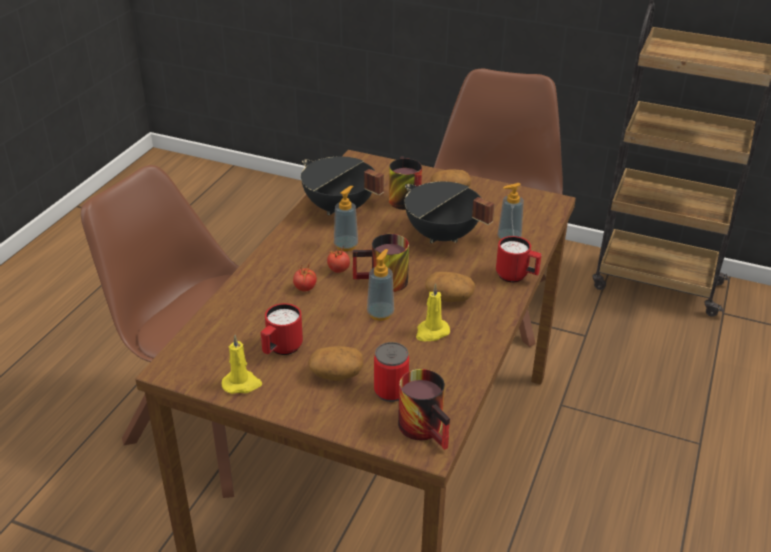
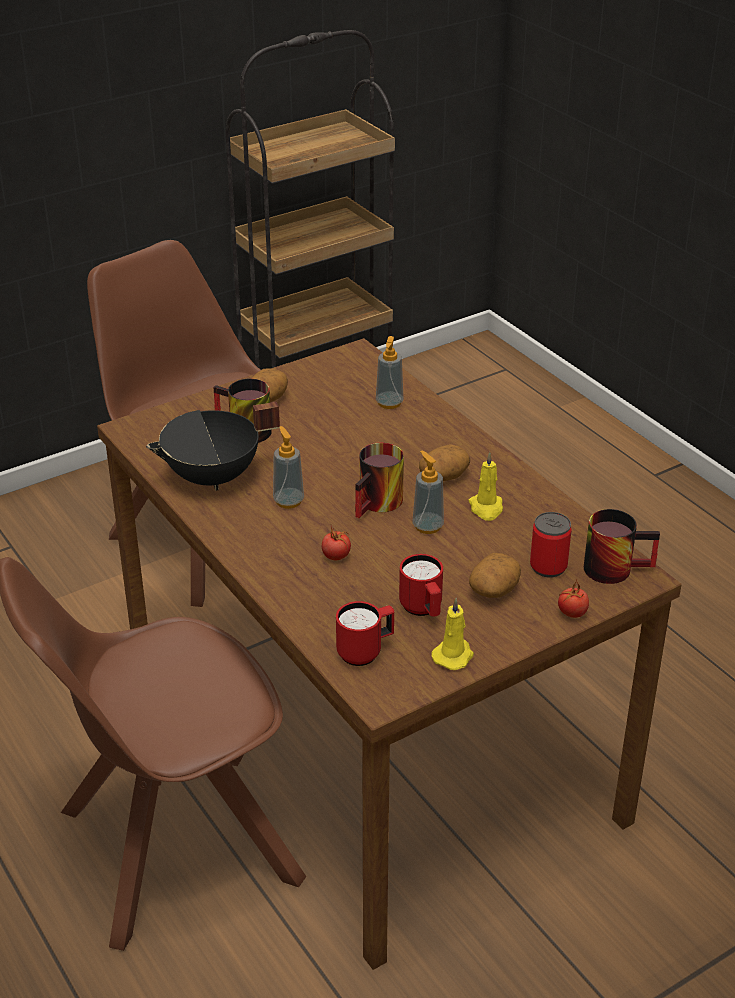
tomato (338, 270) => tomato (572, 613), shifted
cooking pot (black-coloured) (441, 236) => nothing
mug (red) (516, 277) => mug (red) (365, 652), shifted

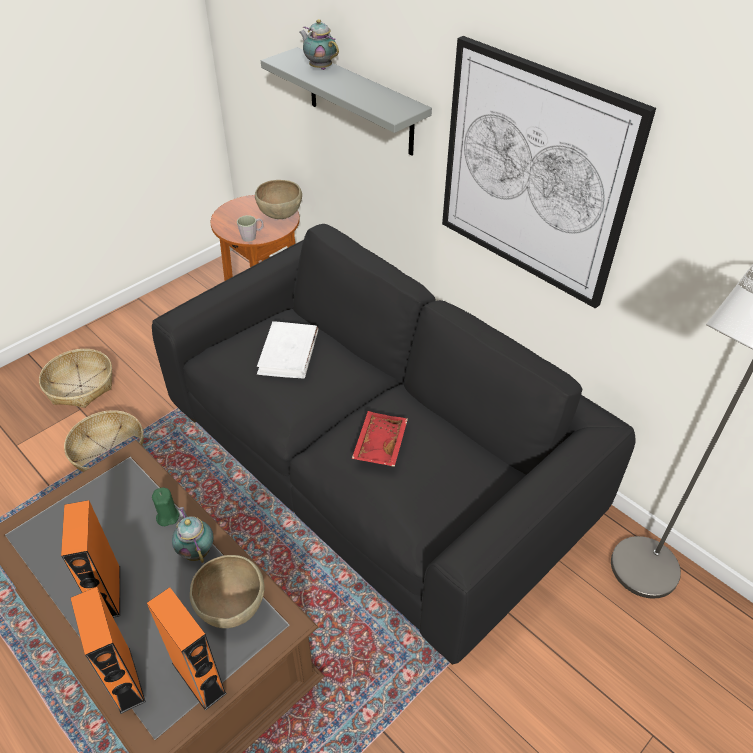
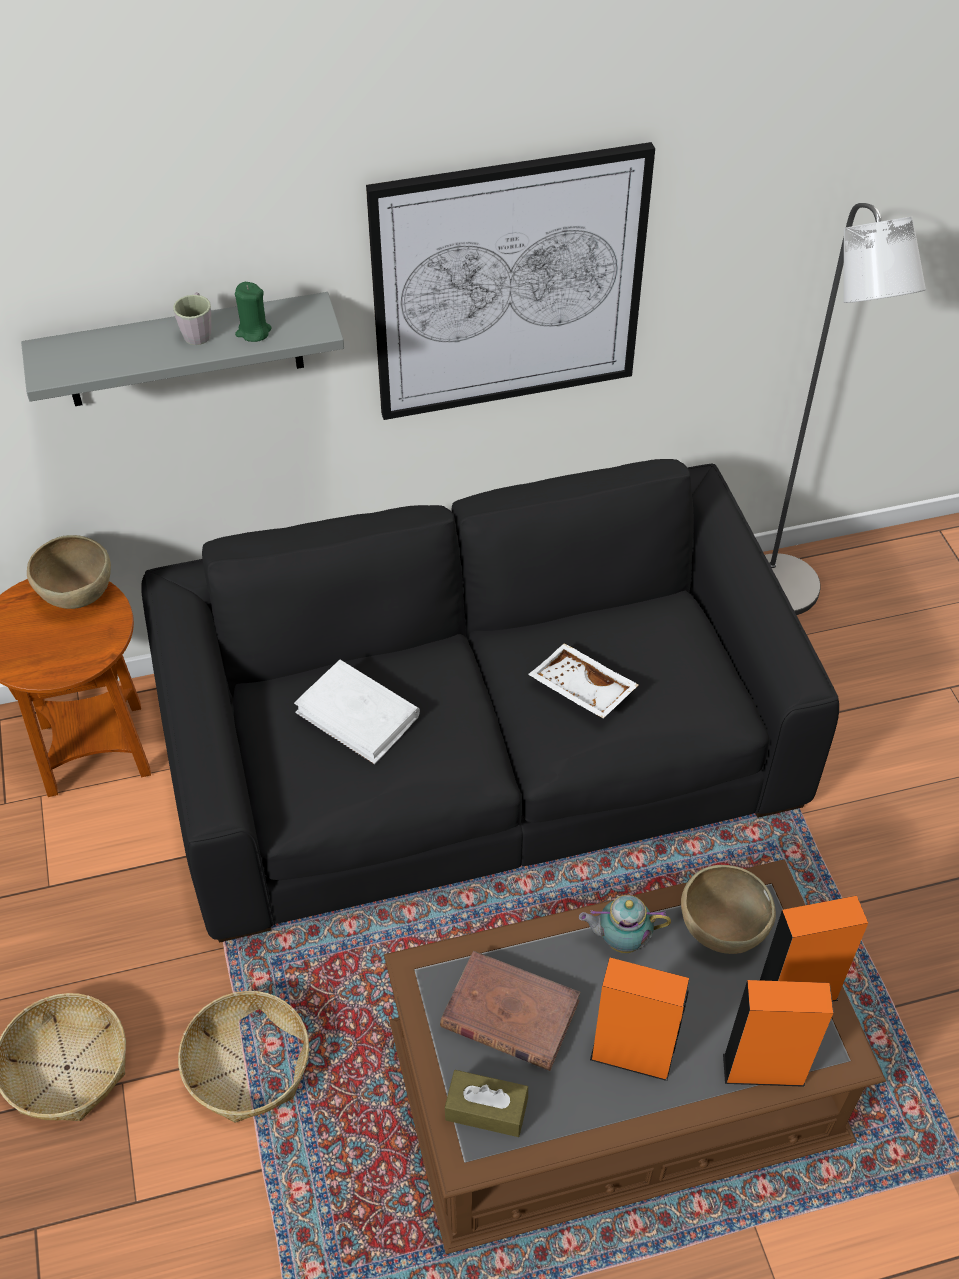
wax candle (green) (167, 516) => wax candle (green) (253, 332), shifted
mug (gray) (252, 236) => mug (gray) (198, 332), shifted
pot for tea (319, 68) => nothing
carrying tray (red) (378, 444) => carrying tray (whitish) (581, 690)
nothing => bound book (brown) (509, 1014)
nothing => box of tissues (brown) (486, 1109)

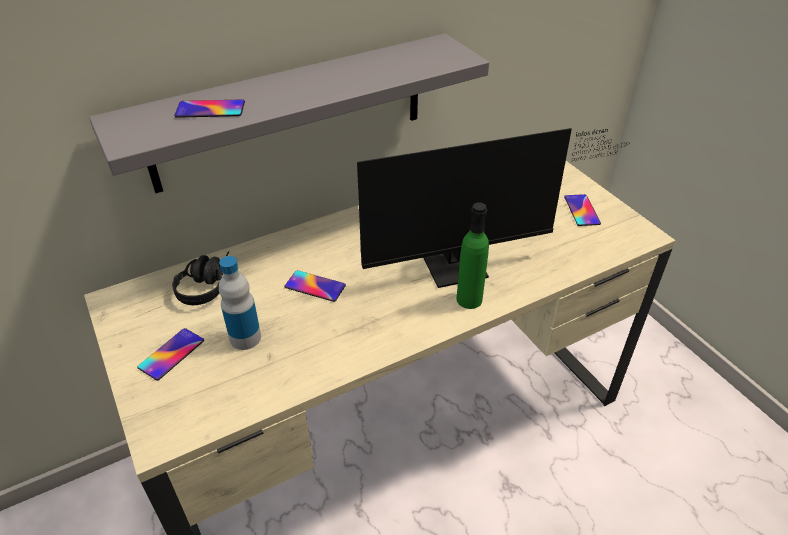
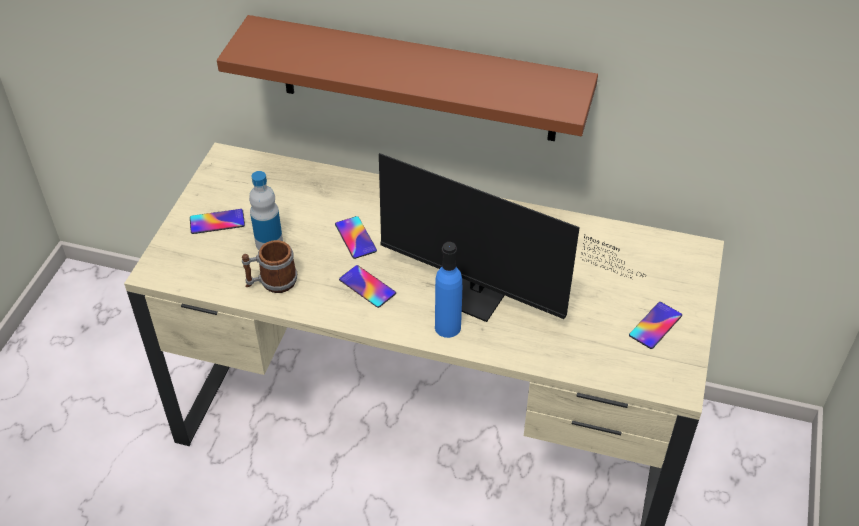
bracket shelf (gray) (290, 113) => bracket shelf (brown) (417, 79)
pair of headphones (black-coloured) (206, 284) => nothing
phone (210, 109) => phone (367, 286), shifted
bottle (green) (469, 299) => bottle (bluish) (447, 327)
nothing => mug (271, 282)

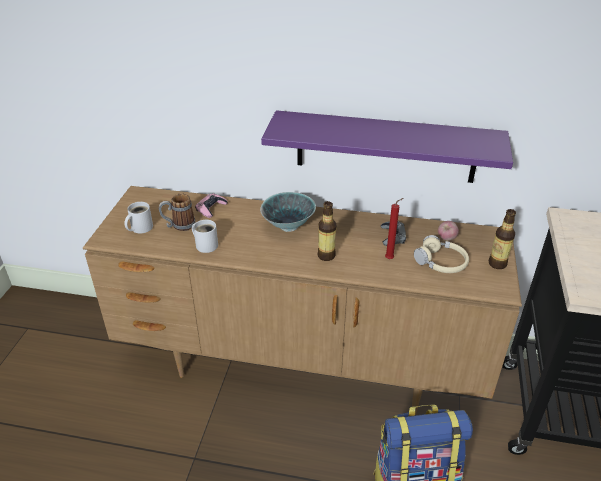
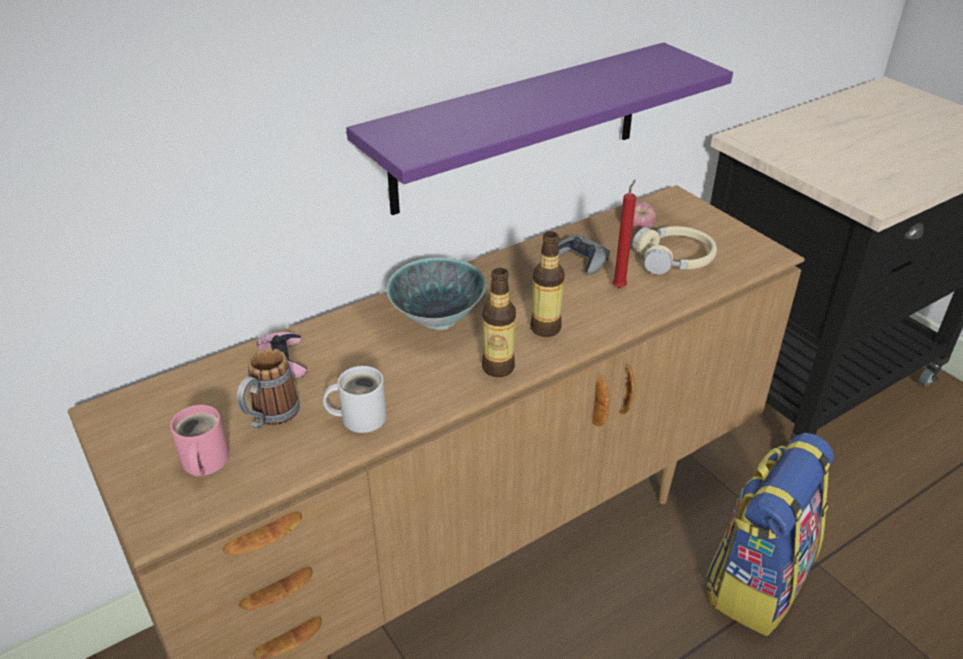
mug (whitish) (140, 228) => mug (pink-coloured) (203, 462)
bottle (497, 264) => bottle (498, 367), shifted

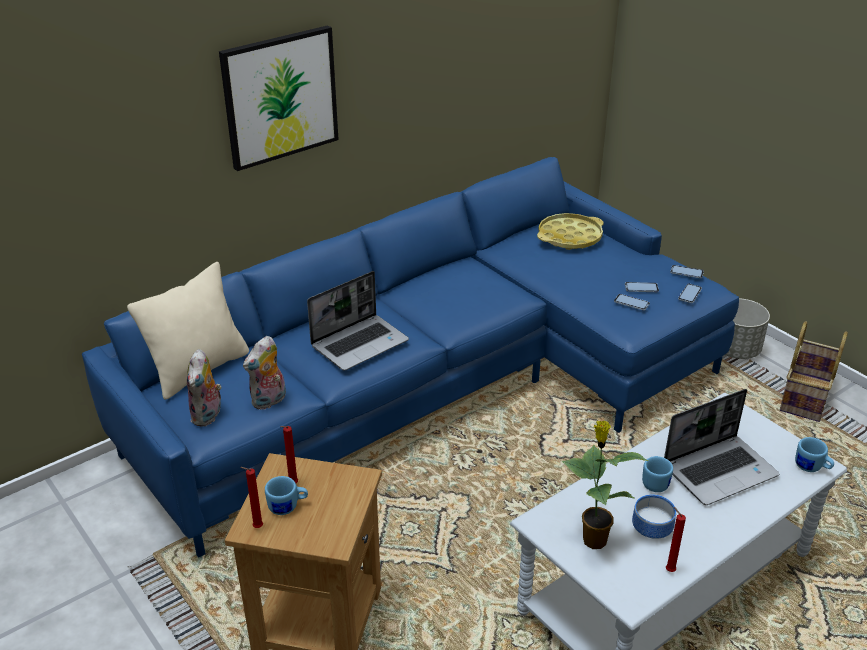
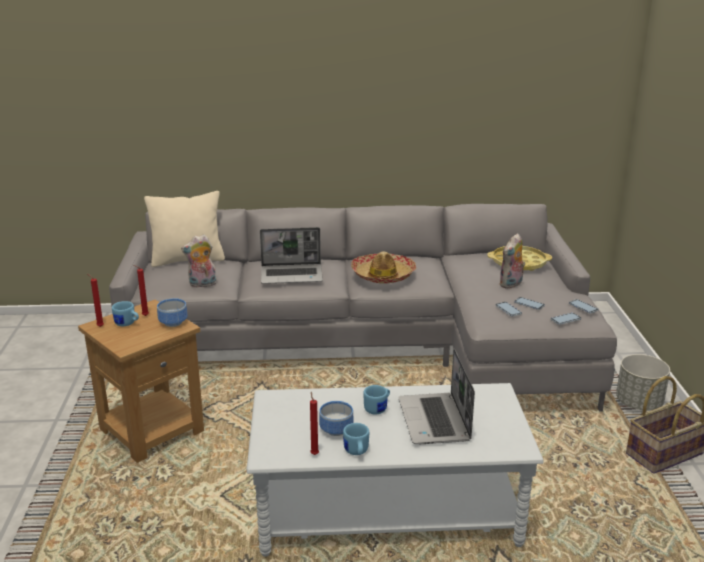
sofa (bluish) (436, 386) => sofa (gray) (373, 345)
soft toy (208, 416) => soft toy (511, 284), shifted
wall art (280, 97) => nothing
houseplant (593, 539) => nothing
laptop (720, 470) => laptop (435, 421), 75 degrees clockwise
mug (bluish) (811, 468) => mug (bluish) (356, 452), shifted
nothing => deep dish (173, 323)
nothing => hat (383, 275)

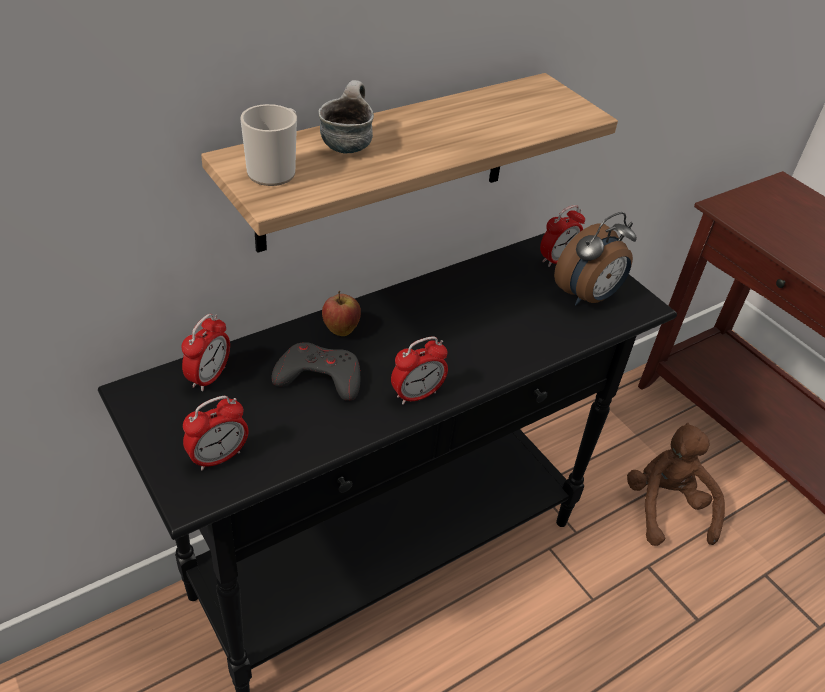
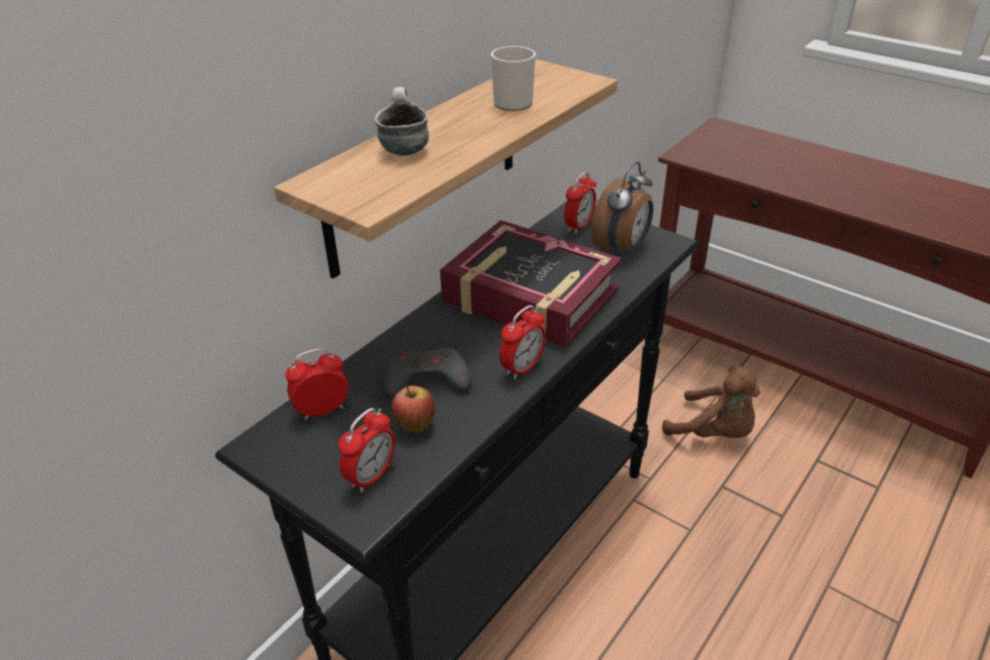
alarm clock (209, 377) => alarm clock (322, 410), 120 degrees counterclockwise
mug (275, 170) => mug (514, 101), shifted
whole apple (340, 330) => whole apple (415, 426), shifted
soft toy (brown) (666, 507) => soft toy (brown) (714, 432), 150 degrees clockwise
nothing => bound book (529, 296)

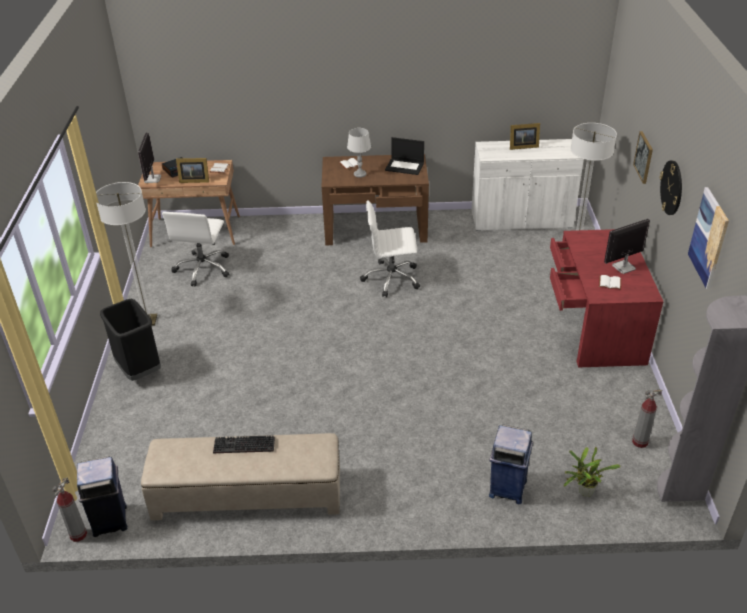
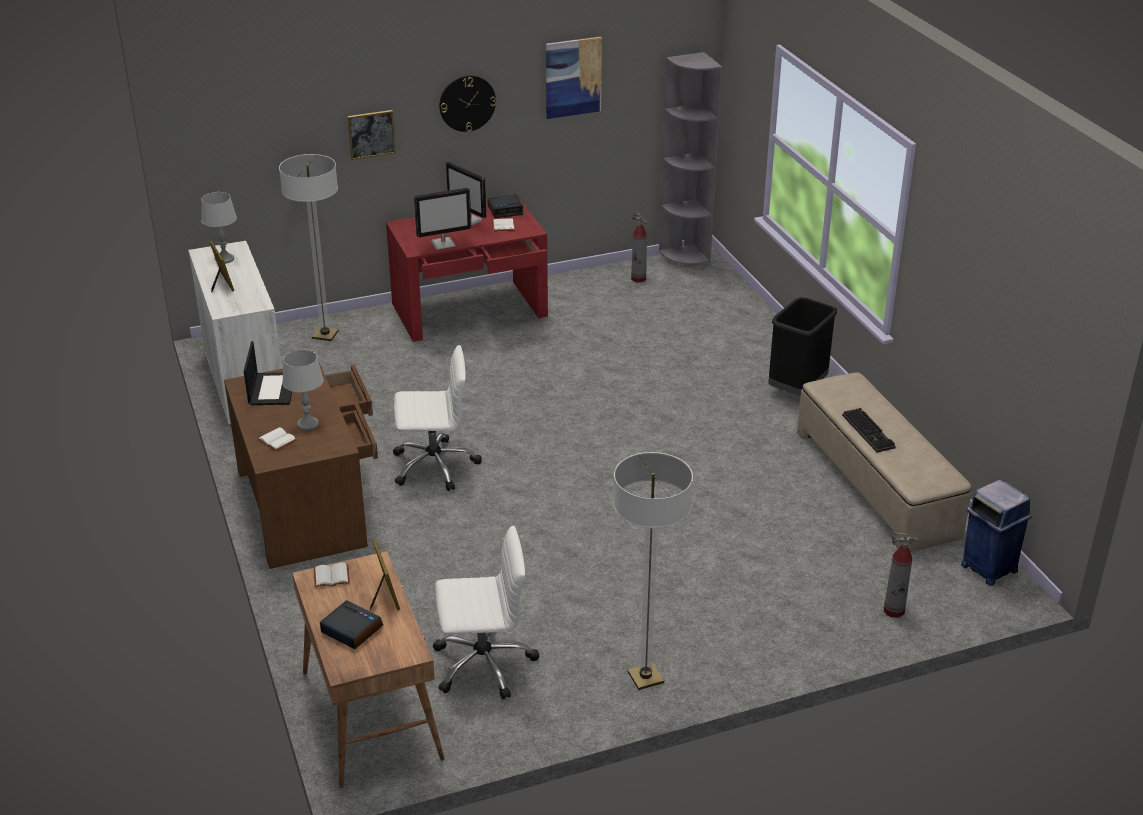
fire-fighting cylinder (78, 535) => fire-fighting cylinder (894, 611), shifted
waste bin (black-coloured) (138, 370) => waste bin (black-coloured) (797, 389), shifted
computer display (152, 179) => computer display (443, 244), shifted
desk chair (whitish) (391, 279) => desk chair (whitish) (435, 465), 75 degrees counterclockwise
waste bin (bluish) (507, 488) => nothing
houseplant (583, 492) => nothing
nothing => tabletop lamp (gray) (224, 259)
nothing => alarm clock (505, 210)

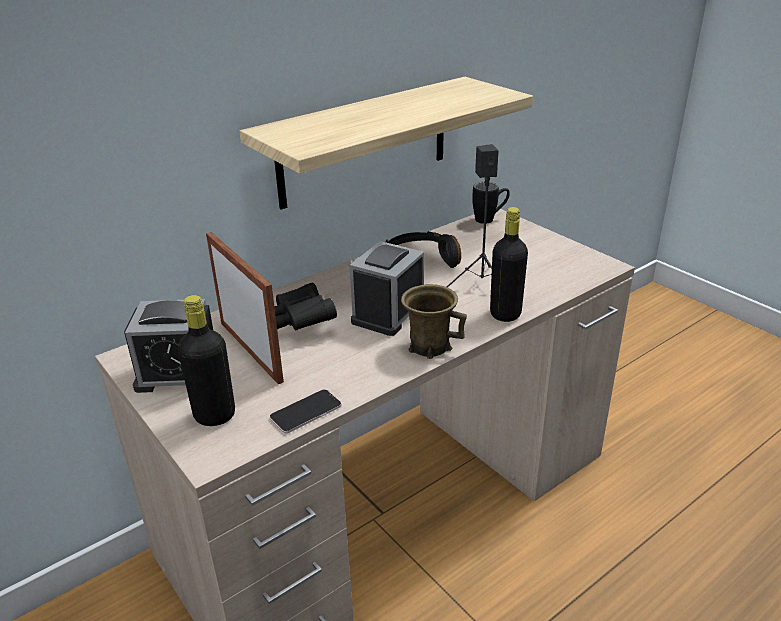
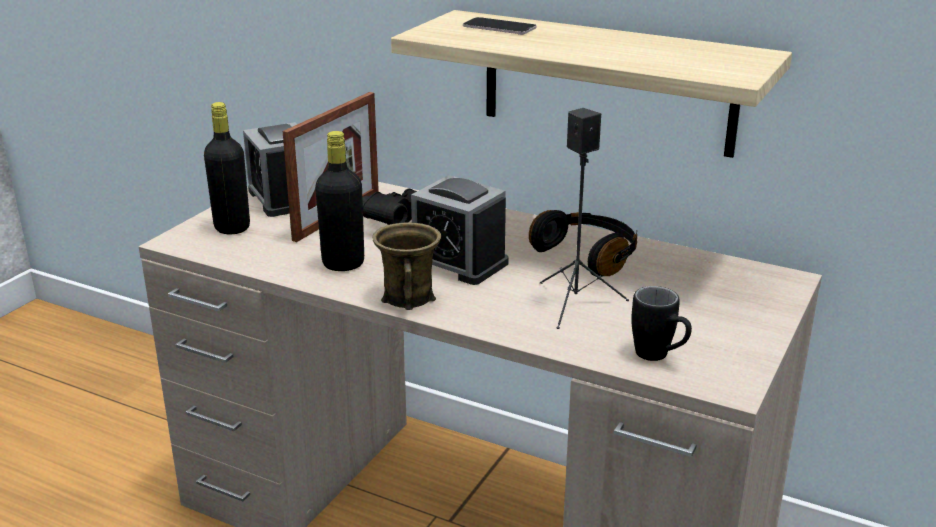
phone (306, 412) => phone (499, 27), shifted
alarm clock (388, 313) => alarm clock (458, 262), 150 degrees counterclockwise
mug (black-coloured) (490, 219) => mug (black-coloured) (659, 357), shifted
bottle (black-coloured) (505, 314) => bottle (black-coloured) (343, 264), shifted

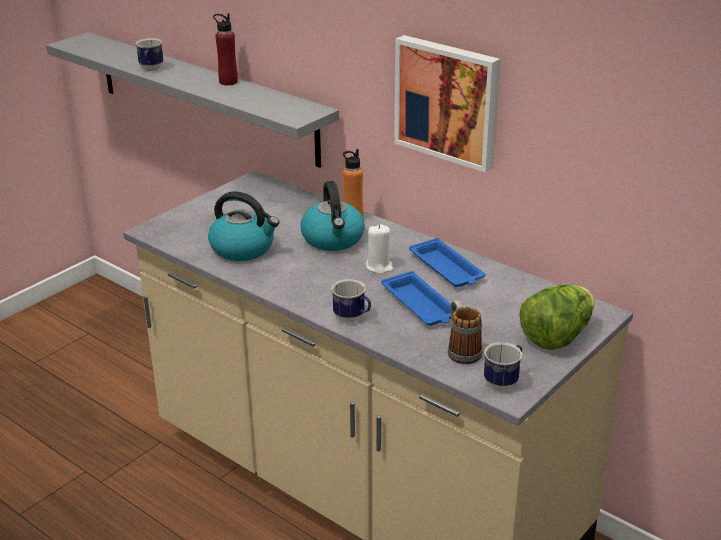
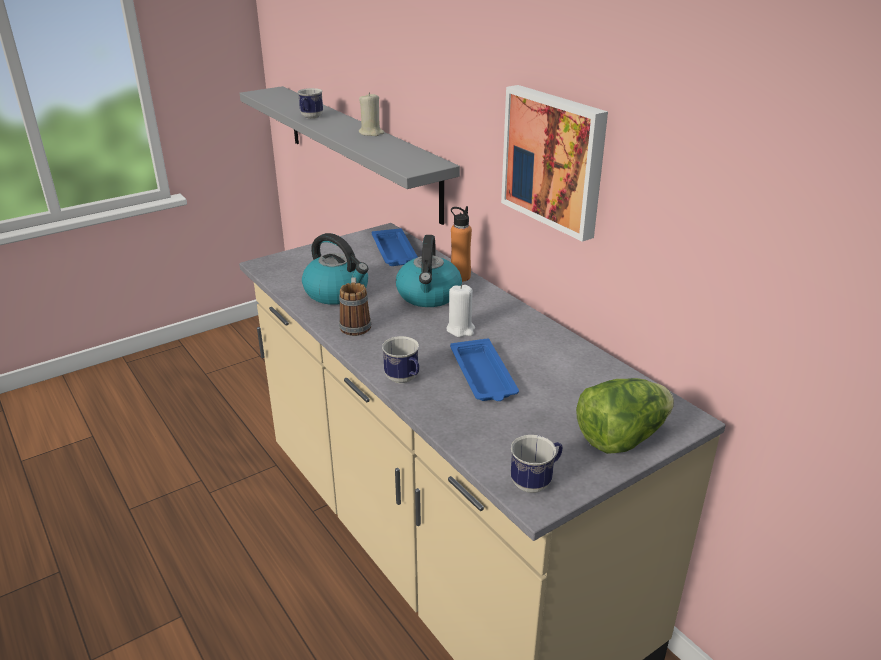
bottle (red) (228, 82) => wax candle (sand-coloured) (371, 133)
carrying tray (bluish) (447, 269) => carrying tray (bluish) (394, 252), shifted
mug (461, 350) => mug (355, 324), shifted

